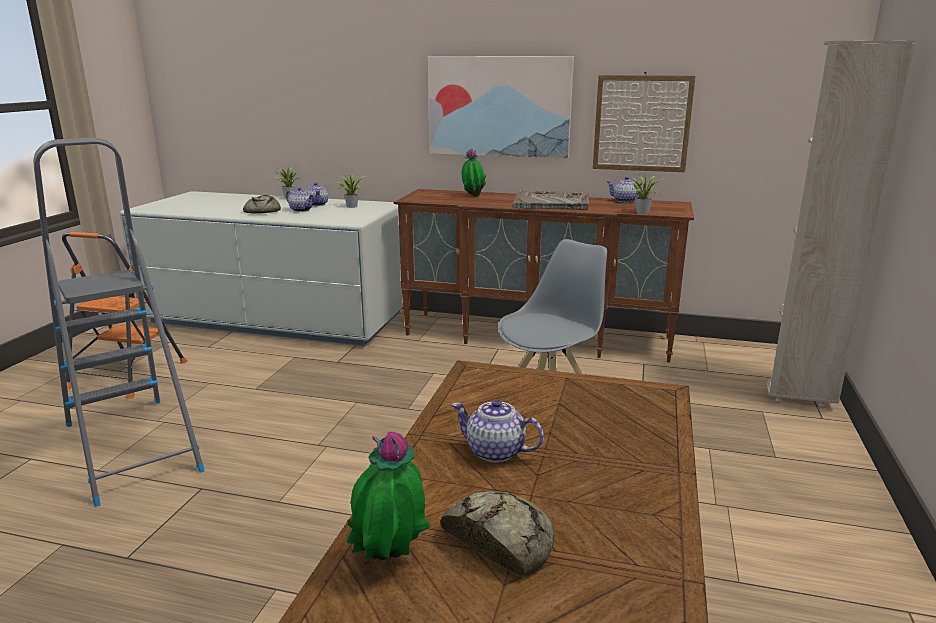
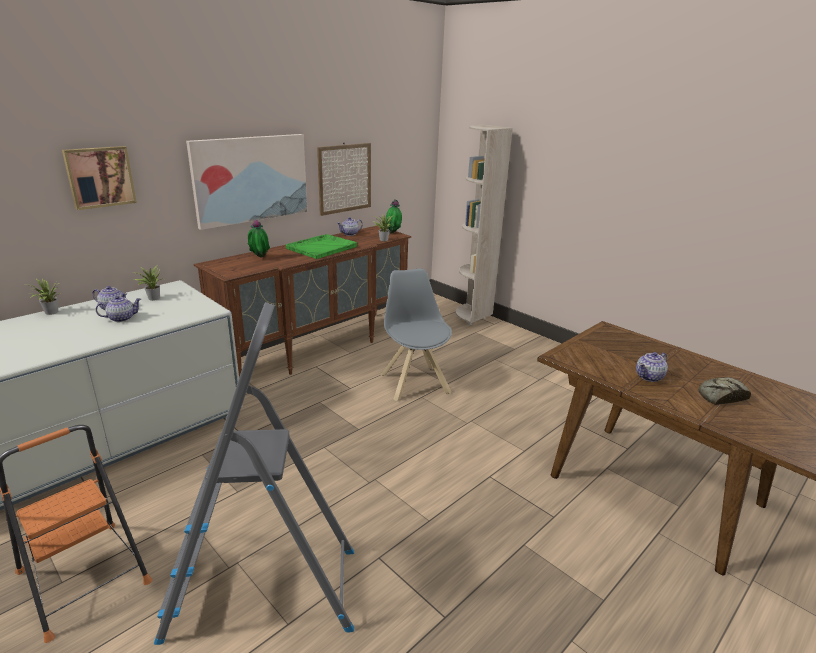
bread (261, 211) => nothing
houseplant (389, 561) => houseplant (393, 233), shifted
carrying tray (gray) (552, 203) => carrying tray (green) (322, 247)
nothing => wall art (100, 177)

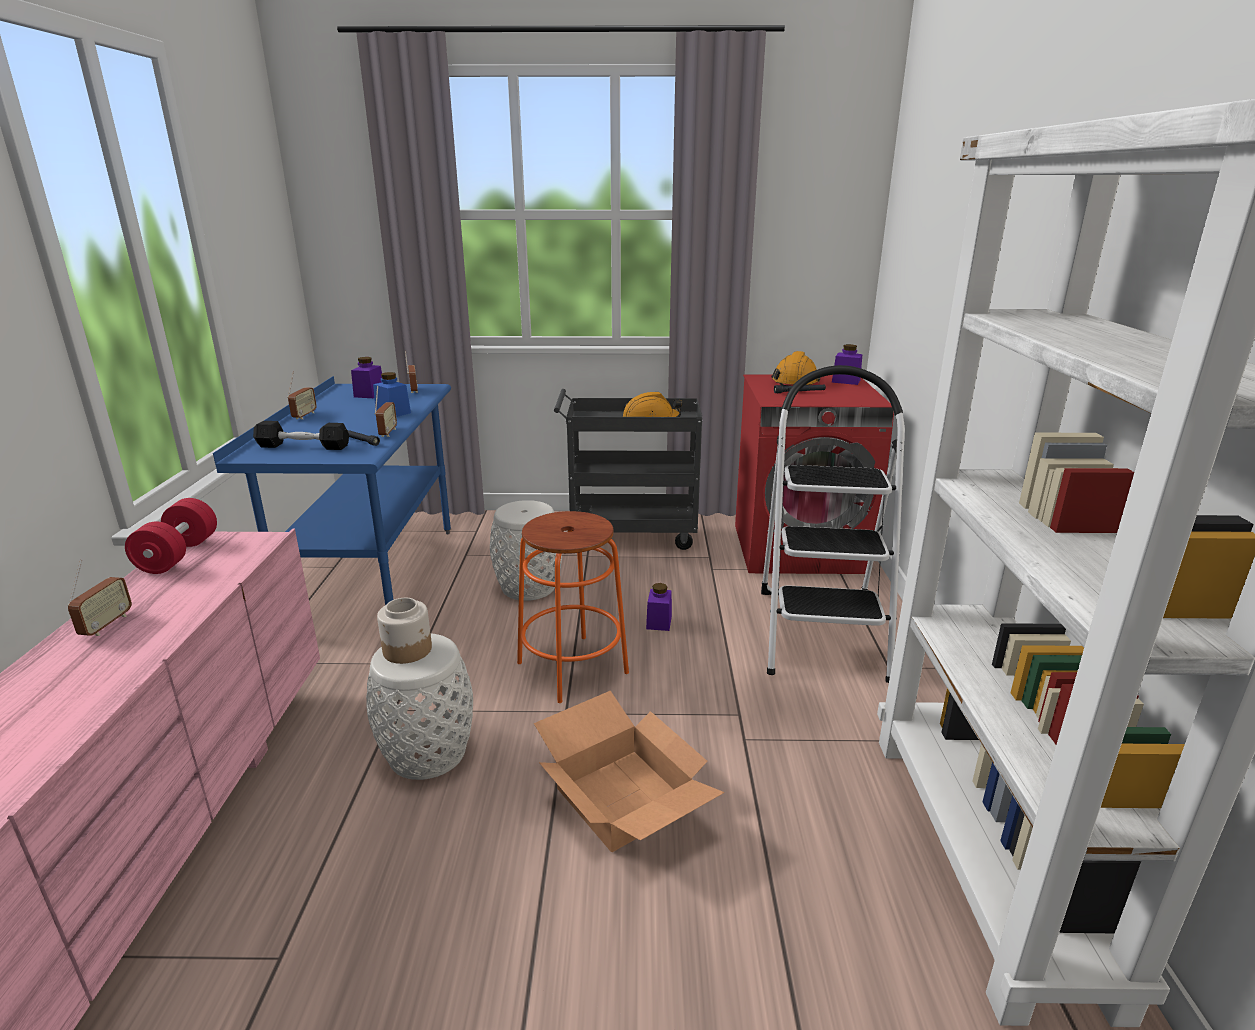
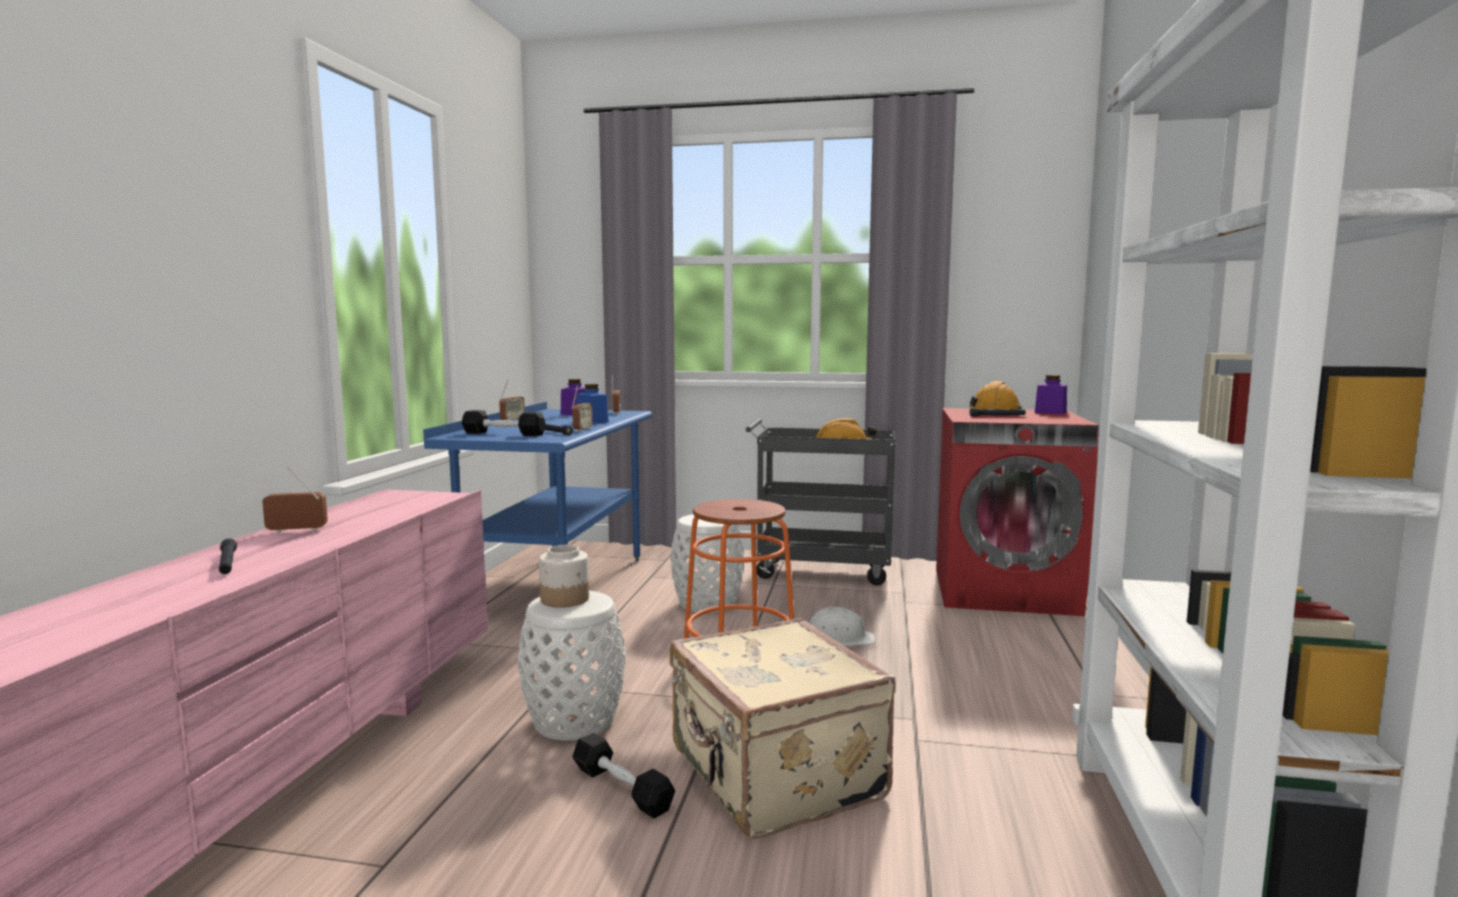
radio set (106, 625) => radio set (297, 531), 120 degrees counterclockwise
hand weight (red) (178, 555) => nothing
cardboard box (626, 798) => travel case (sand-coloured) (773, 776)
preserve jar (purplish) (659, 622) => work helmet (whitish) (838, 639)
step ladder (821, 631) => nothing
nothing => hand torch (black-coloured) (227, 563)
nothing => hand weight (black-coloured) (622, 788)

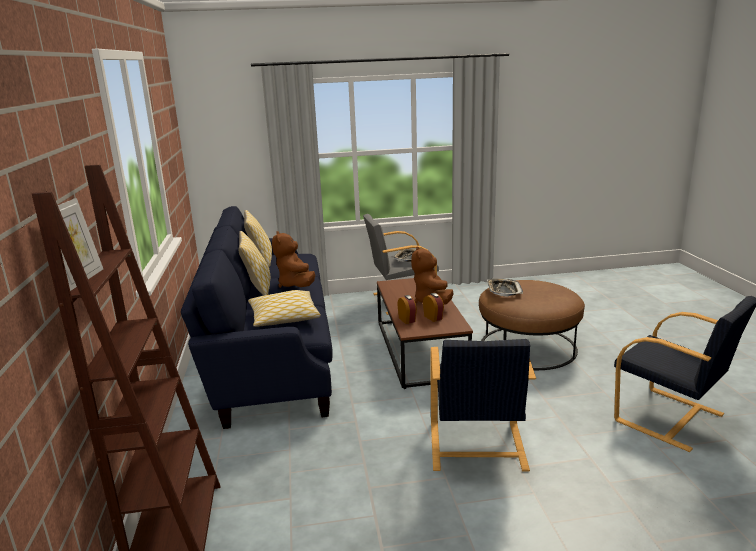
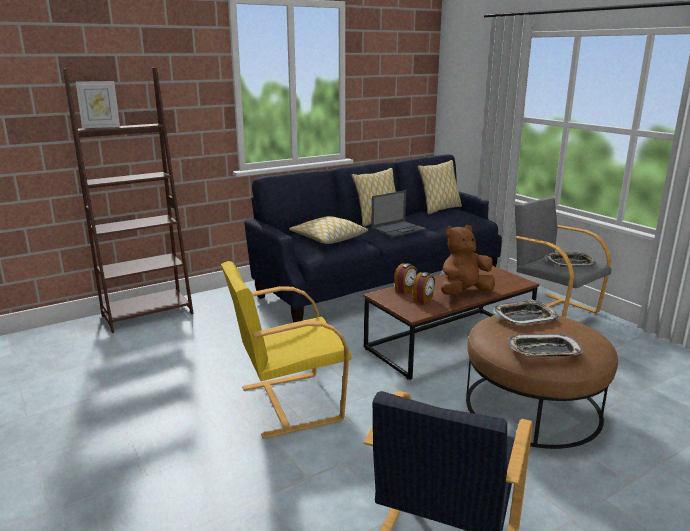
soft toy (brown) (296, 285) => laptop (398, 229)
armchair (black-coloured) (476, 447) => armchair (yellowish) (288, 403)
nothing => carrying tray (543, 351)

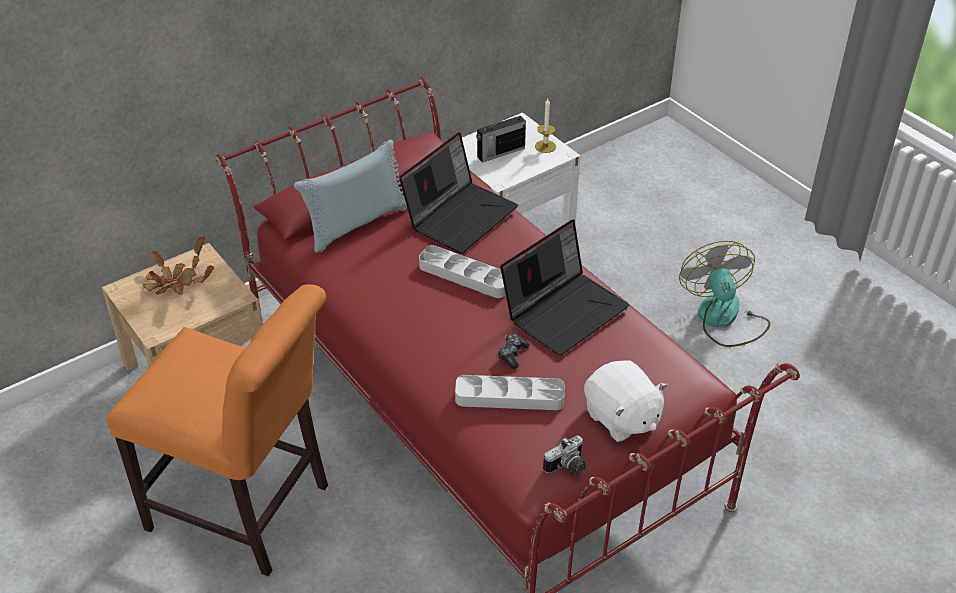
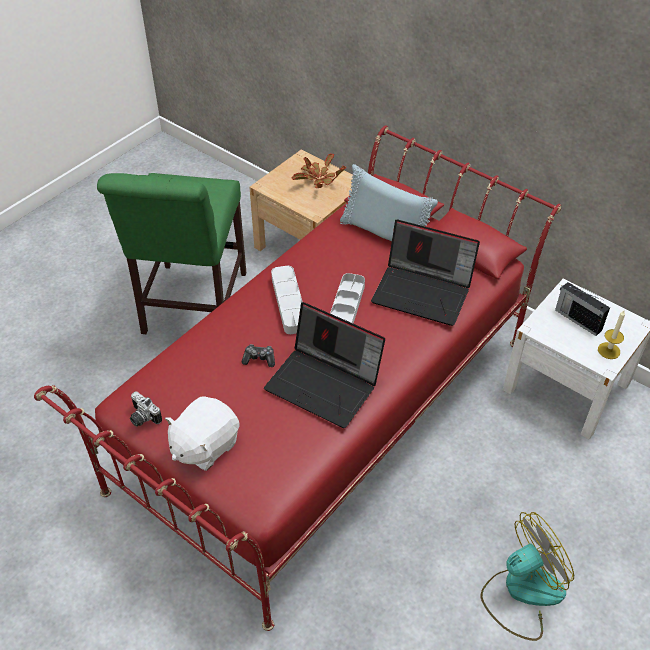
plain chair (orange-coloured) (246, 511) => plain chair (green) (192, 307)
carrying tray (gray) (509, 397) => carrying tray (gray) (289, 302), shifted

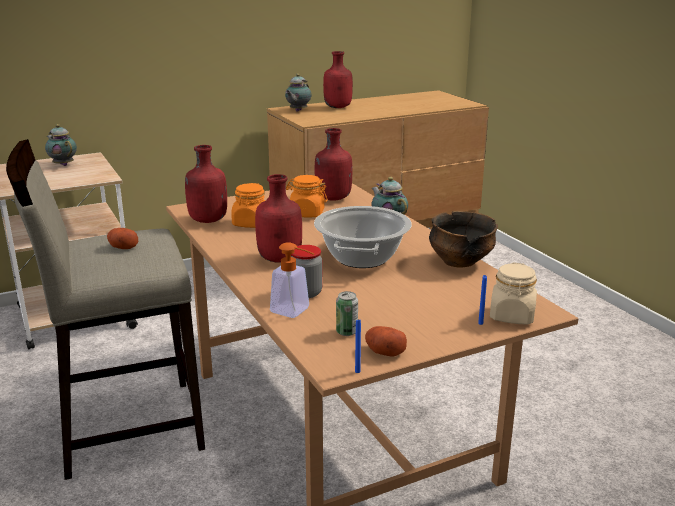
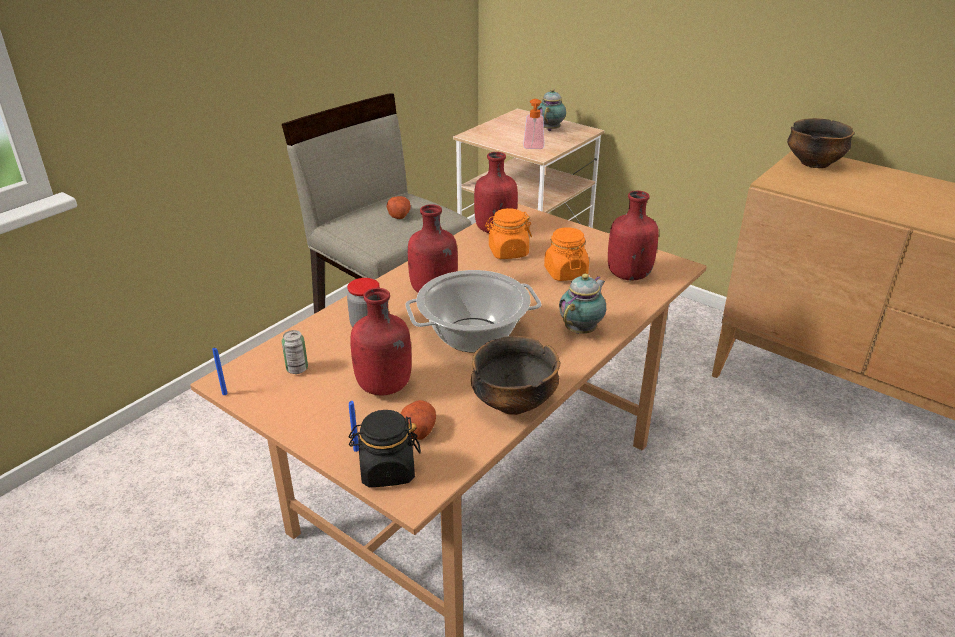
liquid soap bottle (295, 312) => liquid soap bottle (533, 147), shifted
pot for tea (297, 111) => deep dish (814, 164)
bottle (red) (338, 107) => bottle (red) (384, 387), shifted
spud (384, 352) => spud (418, 429), shifted
preserve jar (sand-coloured) (512, 316) => preserve jar (black-coloured) (387, 470)

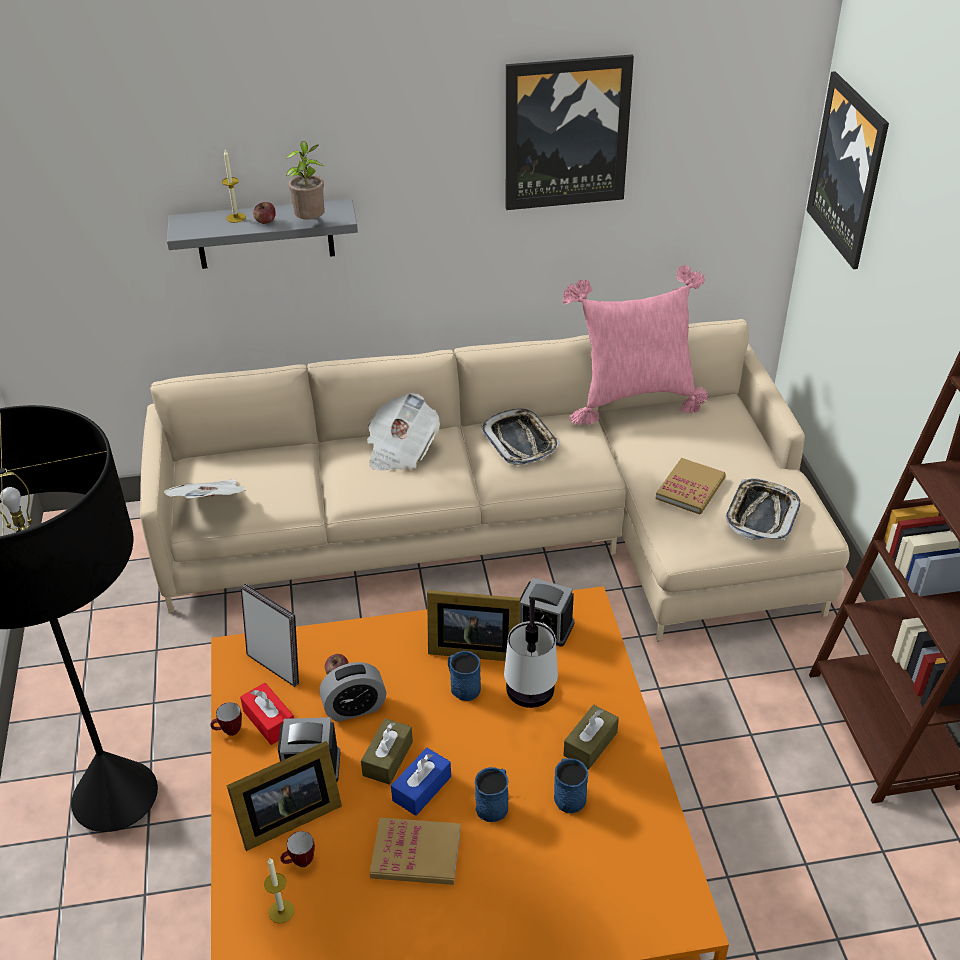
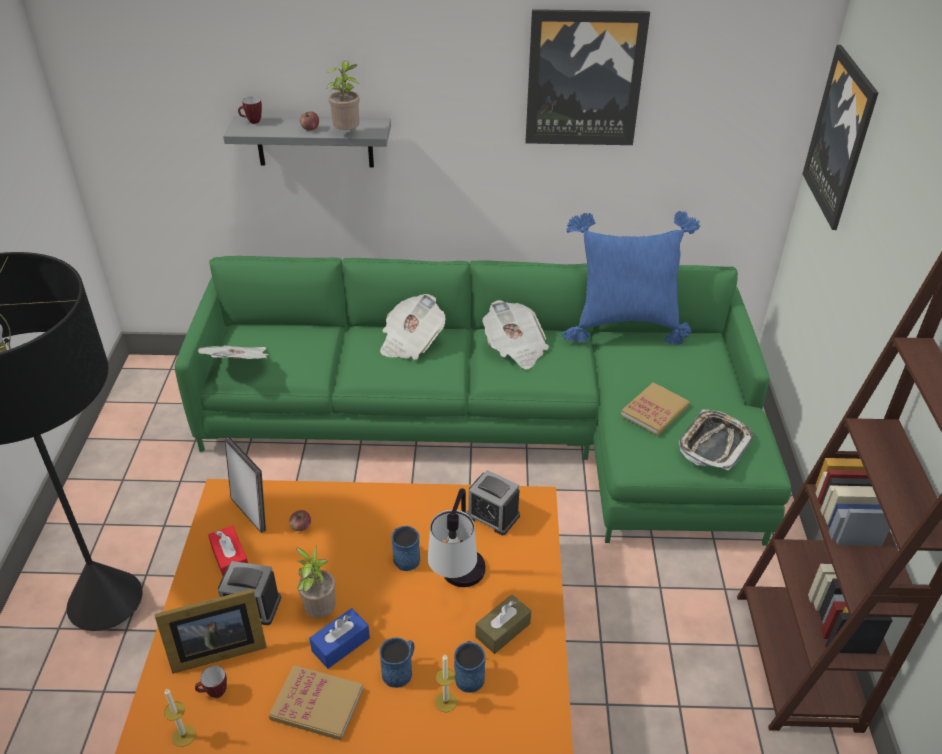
sofa (sand-coloured) (510, 532) => sofa (green) (501, 426)
mug (229, 732) => mug (252, 122), shifted
wax candle (236, 217) => wax candle (445, 702), shifted
alarm clock (354, 708) => nothing
box of tissues (brown) (388, 758) => houseplant (320, 611)
standing frame (471, 648) => nothing
carrying tray (520, 441) => newspaper (515, 348)
throw pillow (pink-coloured) (631, 406) => throw pillow (bluish) (622, 331)

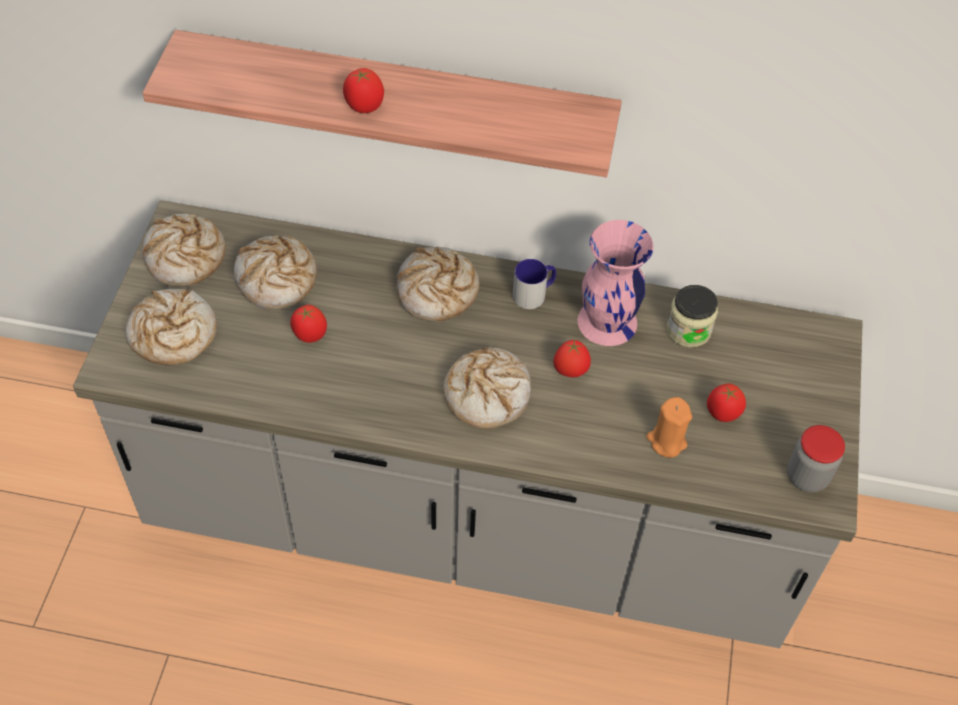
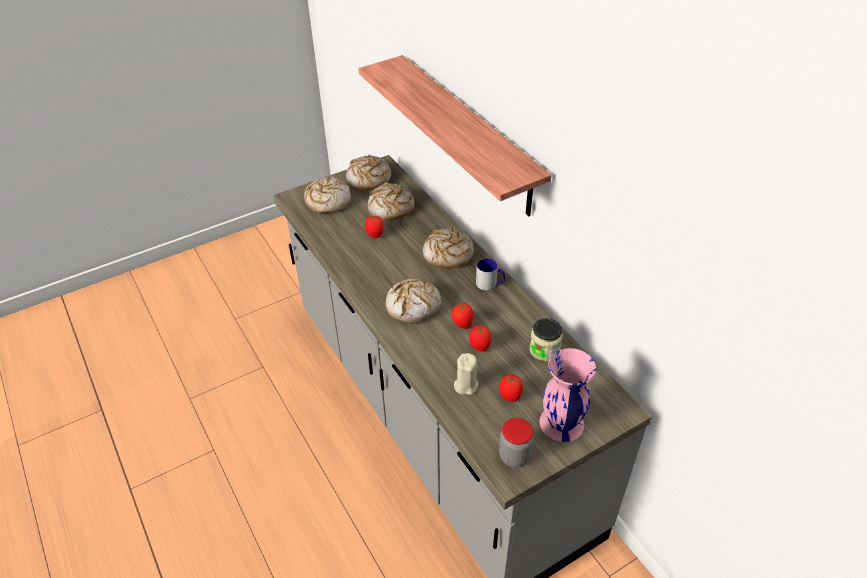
tomato (364, 107) => tomato (479, 346), shifted
vase (pink-coloured) (606, 322) => vase (pink-coloured) (560, 423), shifted
wax candle (orange-coloured) (666, 441) => wax candle (sand-coloured) (465, 385)

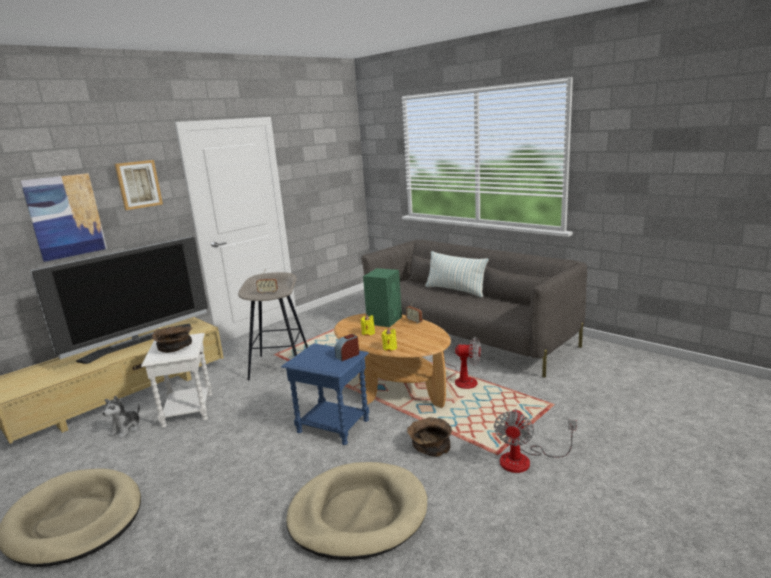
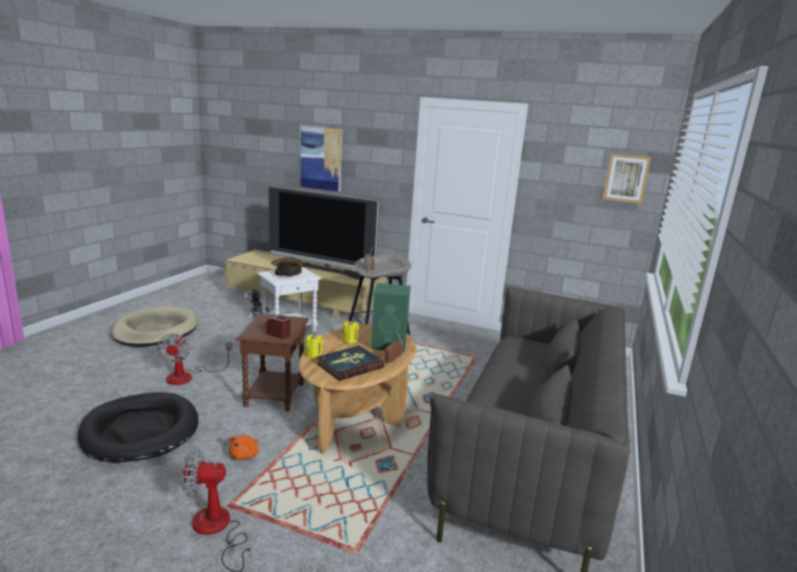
wall art (138, 184) => wall art (626, 178), shifted
side table (bluish) (332, 426) => side table (brown) (273, 394)
dog cushion (sand-coloured) (358, 513) => dog cushion (black-coloured) (140, 431)
deep dish (brown) (430, 445) => soft toy (orange-coloured) (245, 455)
throw pillow (455, 290) => nothing
fan (461, 380) => fan (188, 376), shifted
nothing => bound book (349, 365)

